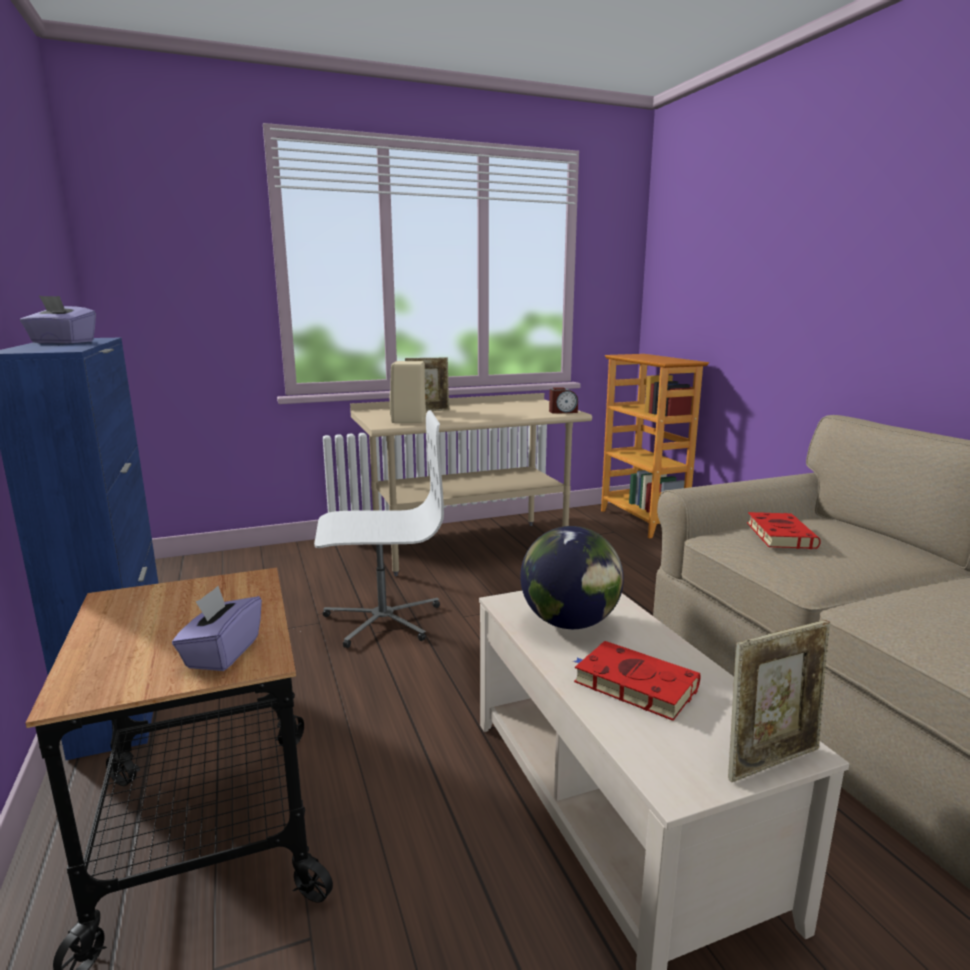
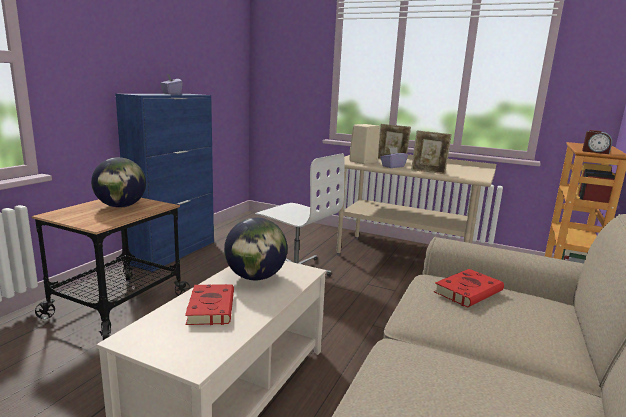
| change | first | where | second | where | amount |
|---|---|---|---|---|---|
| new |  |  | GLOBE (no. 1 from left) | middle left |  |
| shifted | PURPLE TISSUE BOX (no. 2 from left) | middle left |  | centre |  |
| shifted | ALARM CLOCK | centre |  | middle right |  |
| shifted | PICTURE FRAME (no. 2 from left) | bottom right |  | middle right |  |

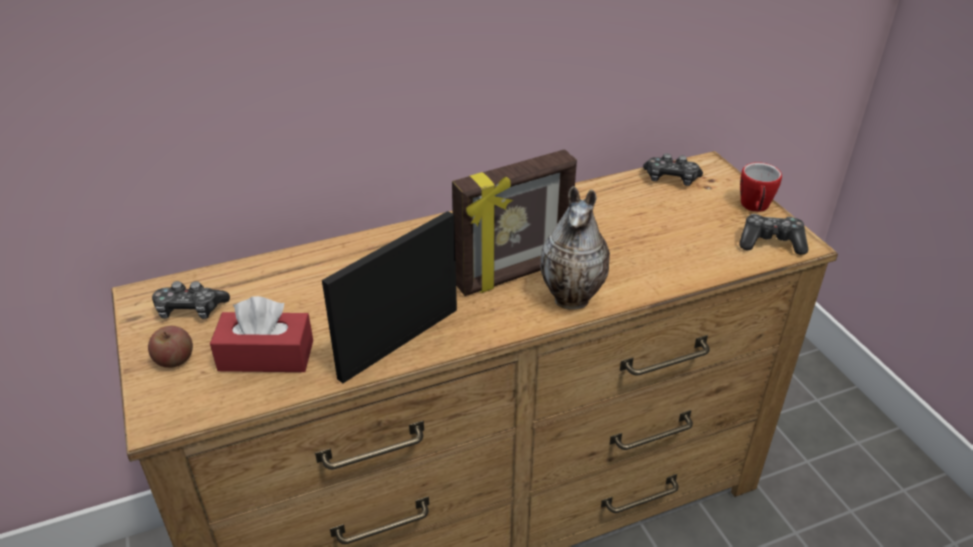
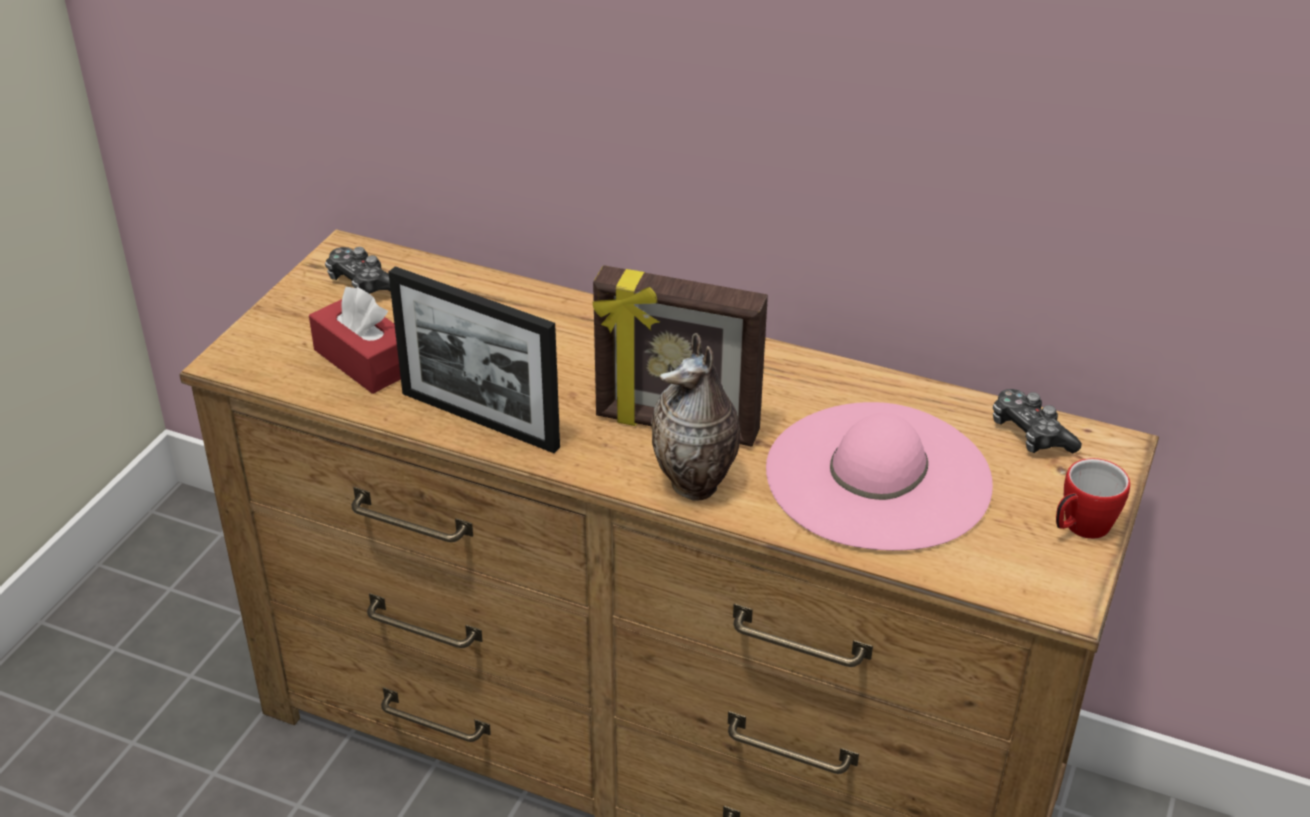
| change | first | where | second | where | amount |
|---|---|---|---|---|---|
| gone | APPLE | middle left |  |  |  |
| gone | GAME CONTROLLER (no. 3 from left) | middle right |  |  |  |
| new |  |  | PINK HAT | middle right |  |
| rotated | PICTURE FRAME (no. 1 from left) | centre |  | centre | 150 degrees counterclockwise |

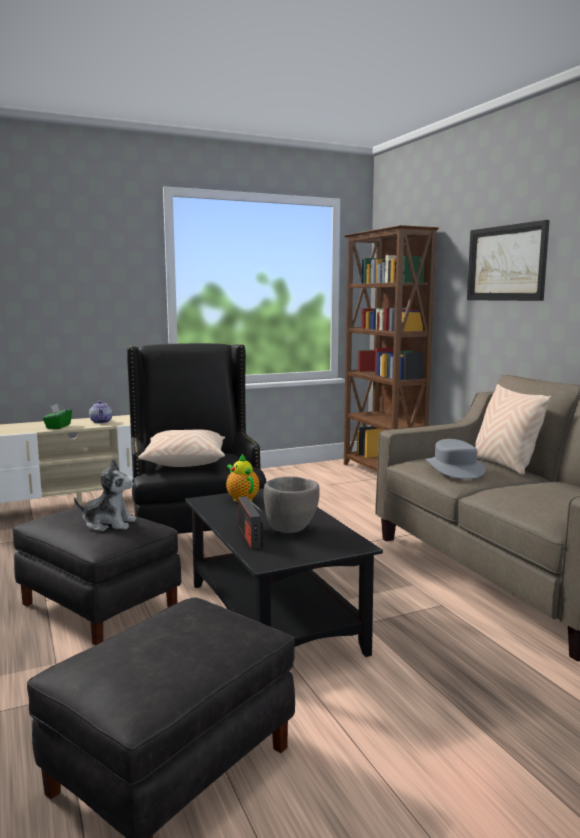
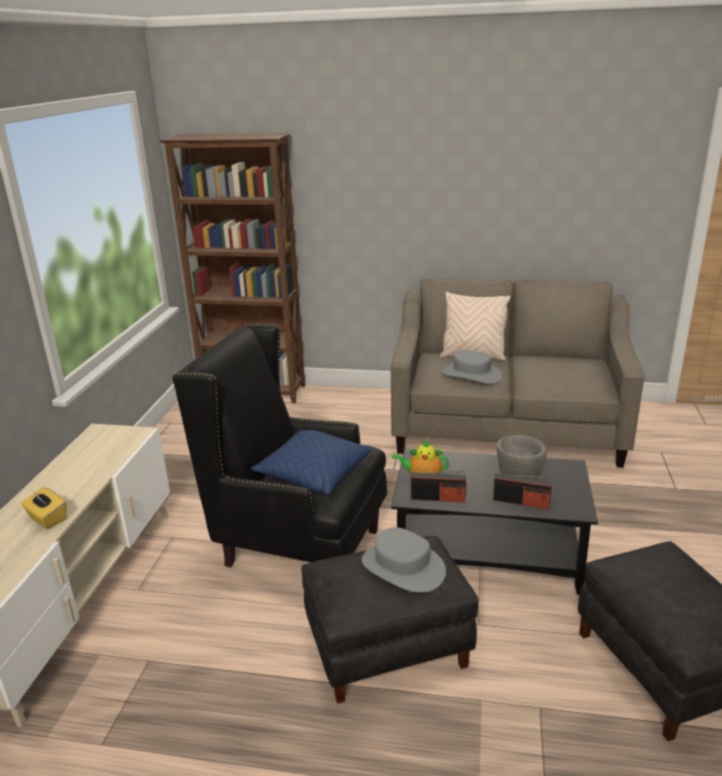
| change | first | where | second | where | amount |
|---|---|---|---|---|---|
| gone | TEAPOT (no. 1 from left) | middle left |  |  |  |
| gone | PICTURE | top right |  |  |  |
| new |  |  | RADIO (no. 1 from left) | centre |  |
| swapped | PLUSH TOY | middle left | GREY HAT (no. 1 from left) | bottom centre |  |
| repainted | GREEN TISSUE BOX | middle left | YELLOW TISSUE BOX | middle left |  |
| repainted | BEIGE PILLOW (no. 1 from left) | middle left | BLUE PILLOW | centre |  |

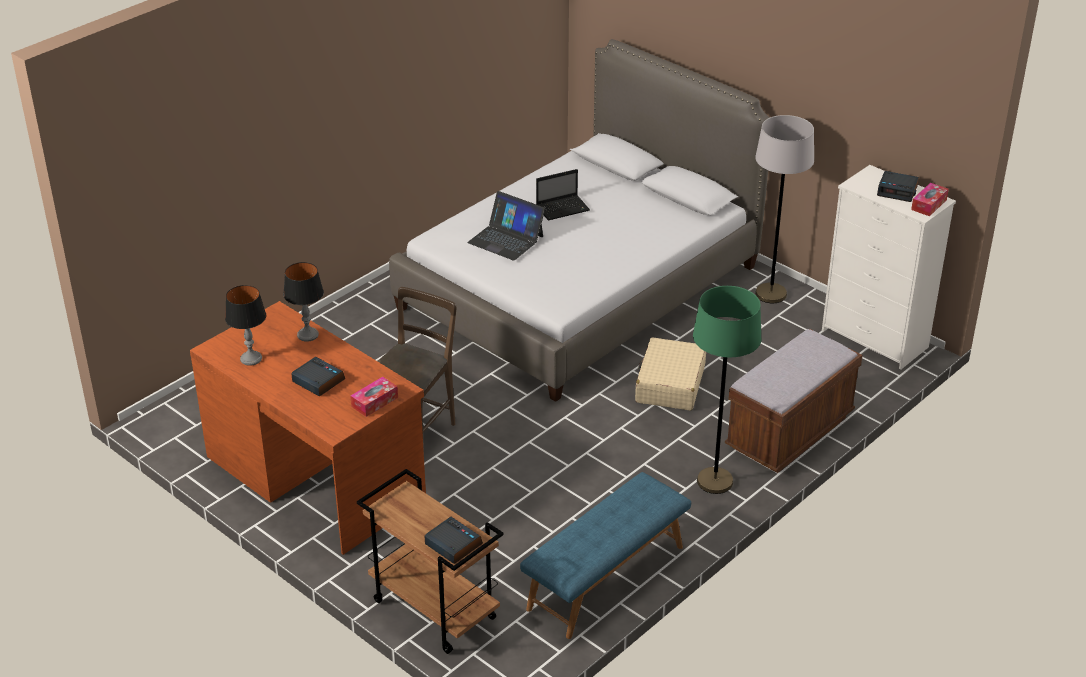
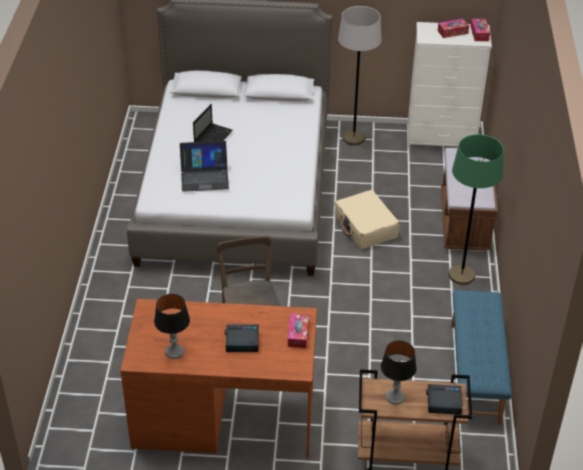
| change | first | where | second | where | amount |
|---|---|---|---|---|---|
| shifted | TABLE LAMP (no. 2 from left) | middle left |  | bottom right |  |
| swapped | ALARM CLOCK (no. 3 from left) | top right | TISSUE BOX (no. 2 from left) | top right |  |

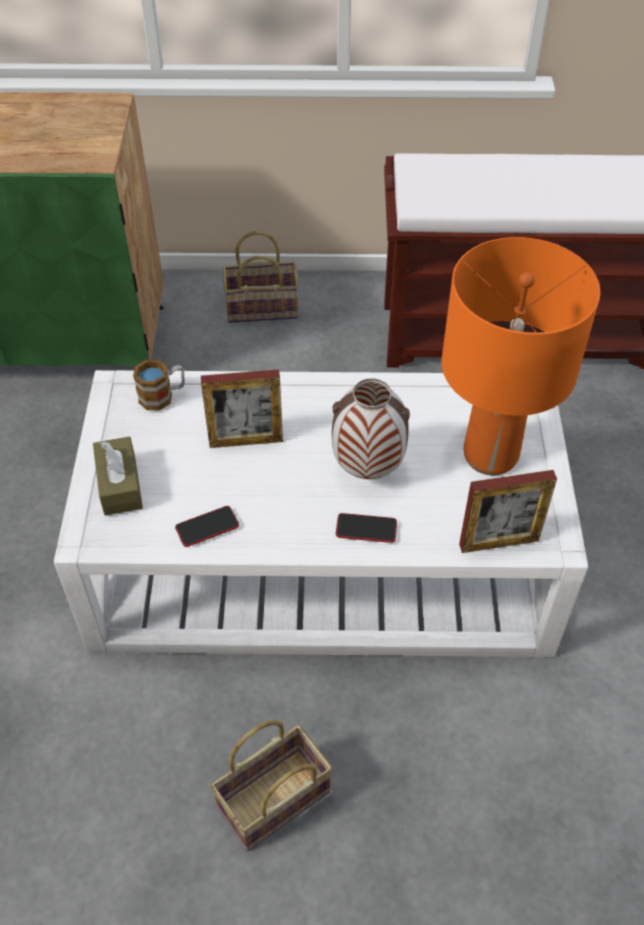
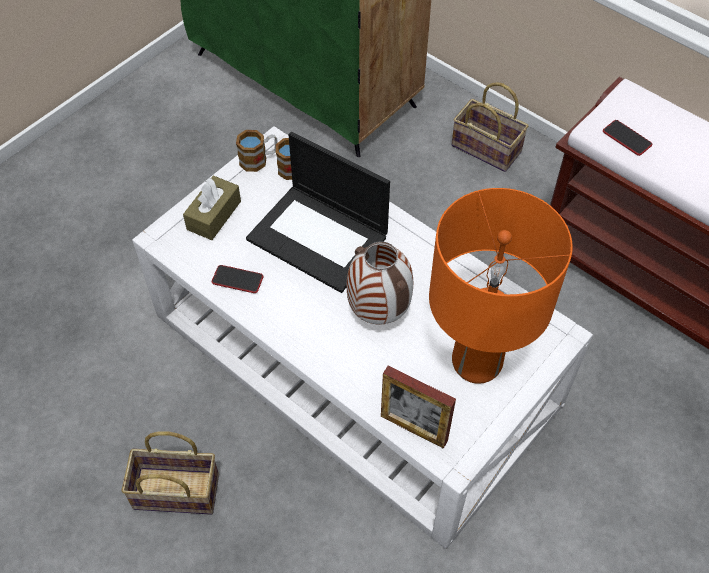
| change | first | where | second | where | amount |
|---|---|---|---|---|---|
| new |  |  | MUG (no. 1 from left) | top centre |  |
| shifted | PHONE (no. 2 from left) | centre |  | top right |  |
| swapped | PICTURE FRAME (no. 1 from left) | centre | LAPTOP | centre |  |

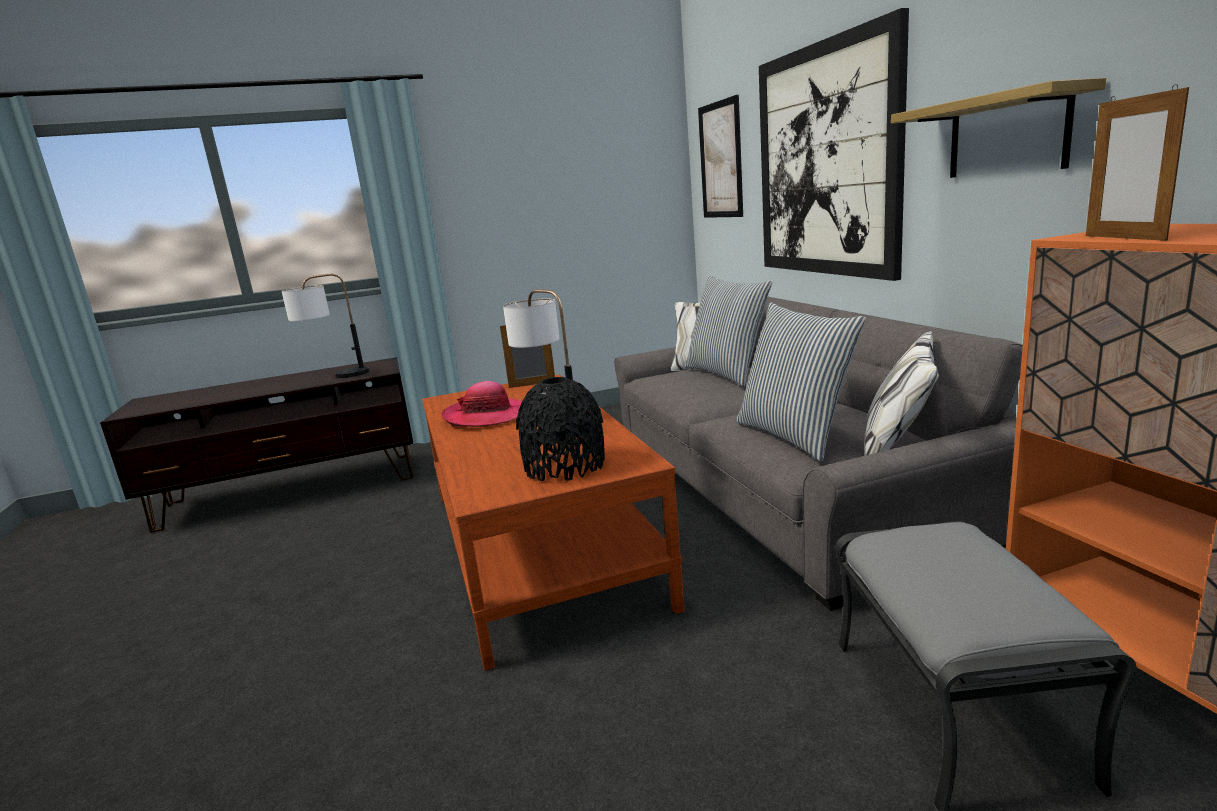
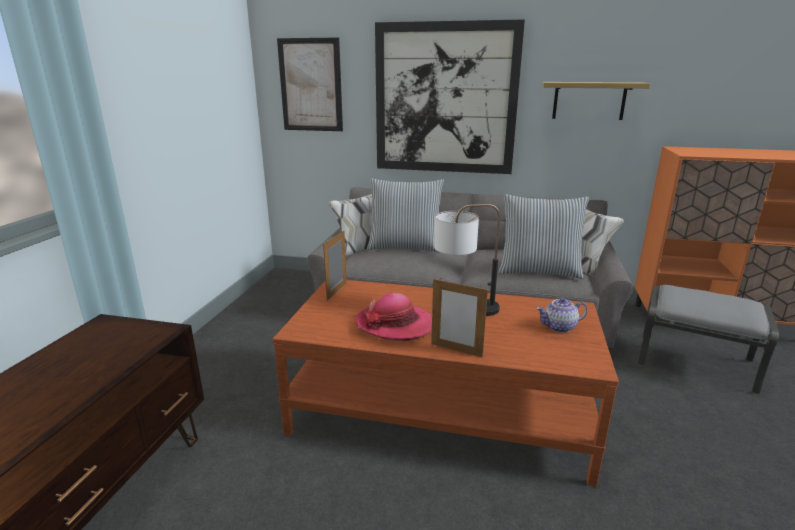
| change | first | where | second | where | amount |
|---|---|---|---|---|---|
| gone | TABLE LAMP (no. 1 from left) | middle left |  |  |  |
| shifted | PICTURE FRAME (no. 2 from left) | top right |  | centre |  |
| swapped | BLACK VASE | centre | TEAPOT | middle right |  |

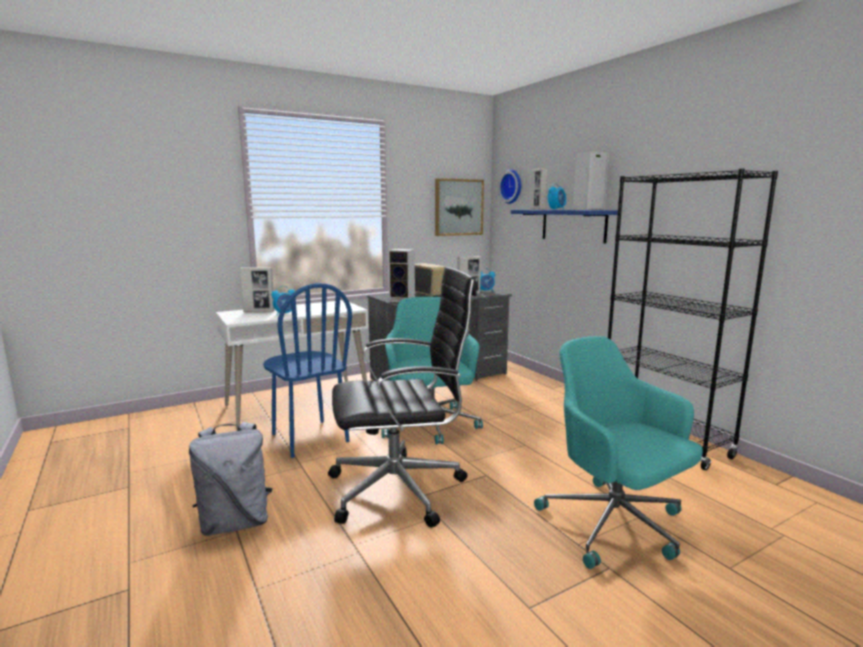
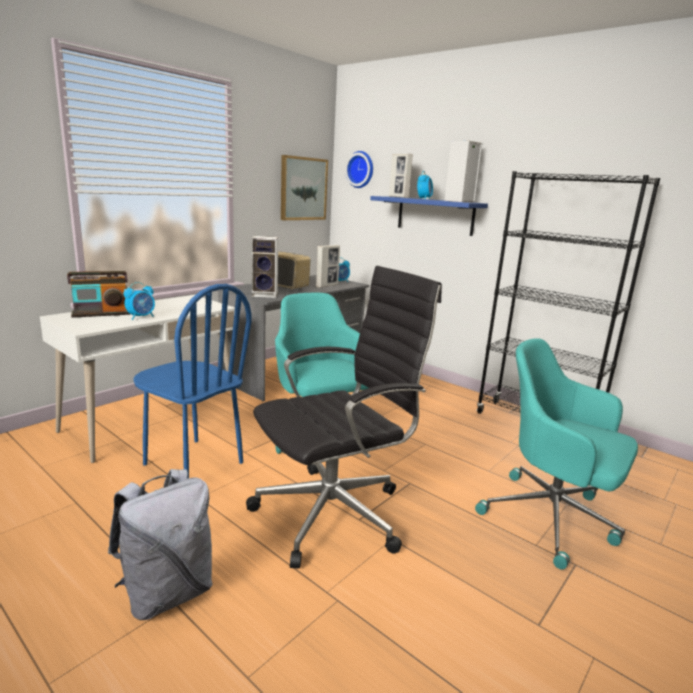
| change | first | where | second | where | amount |
|---|---|---|---|---|---|
| swapped | PICTURE FRAME (no. 1 from left) | middle left | RADIO (no. 1 from left) | middle left |  |

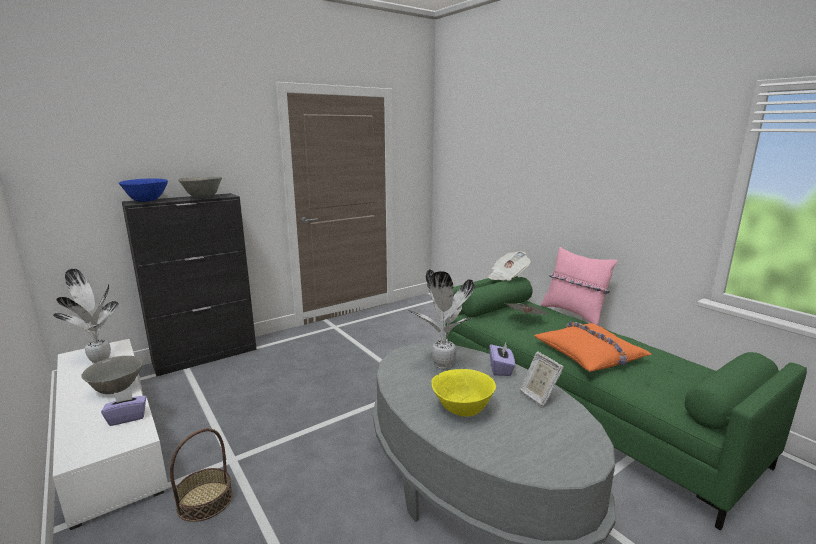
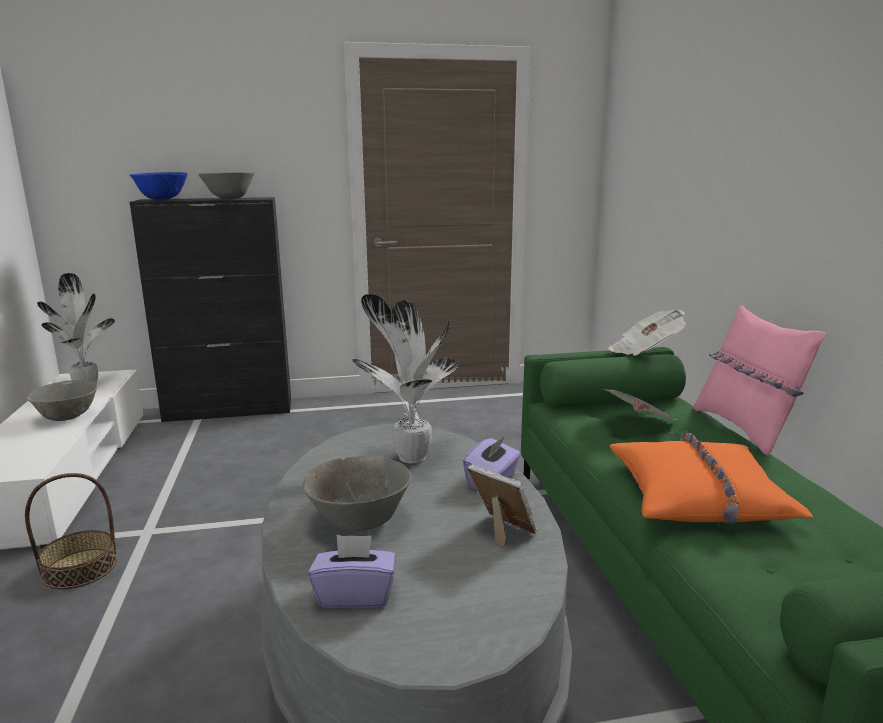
| change | first | where | second | where | amount |
|---|---|---|---|---|---|
| shifted | PURPLE TISSUE BOX (no. 1 from left) | bottom left |  | bottom centre |  |
| repainted | YELLOW BOWL | bottom centre | GREY BOWL (no. 3 from left) | bottom centre |  |
| rotated | PICTURE FRAME | bottom centre |  | bottom centre | 135 degrees clockwise |

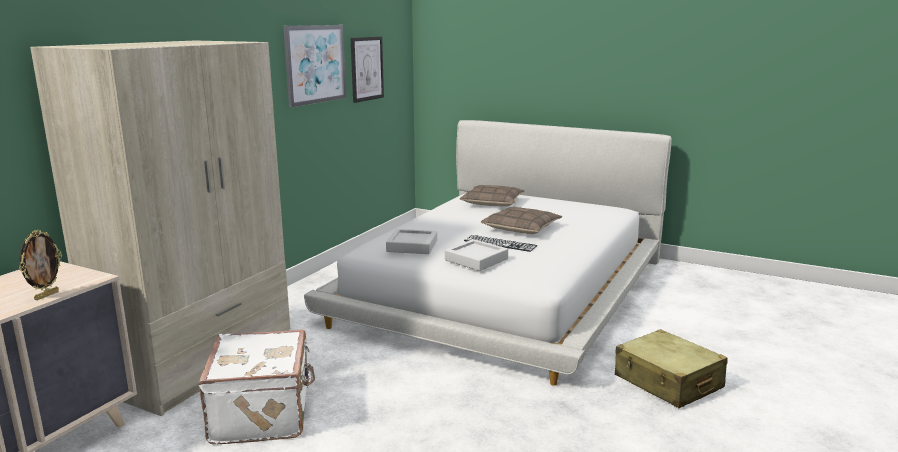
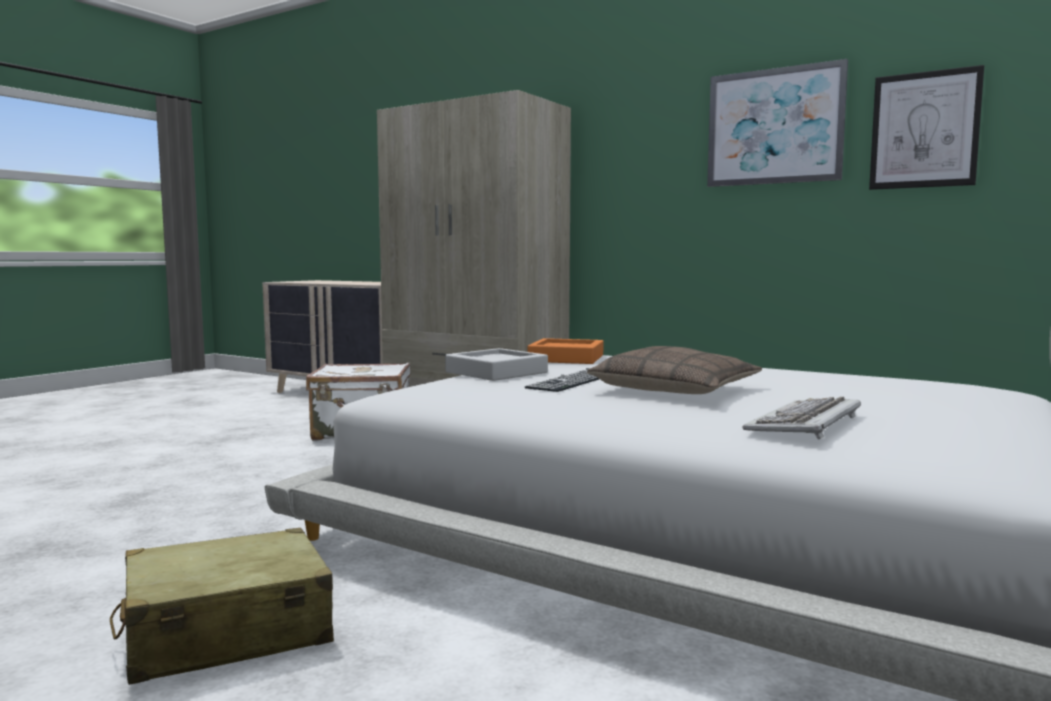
| change | first | where | second | where | amount |
|---|---|---|---|---|---|
| gone | PICTURE FRAME | middle left |  |  |  |
| gone | PILLOW (no. 1 from left) | centre |  |  |  |
| new |  |  | KEYBOARD (no. 2 from left) | middle right |  |
| repainted | GREY TRAY (no. 1 from left) | centre | ORANGE TRAY | centre |  |

